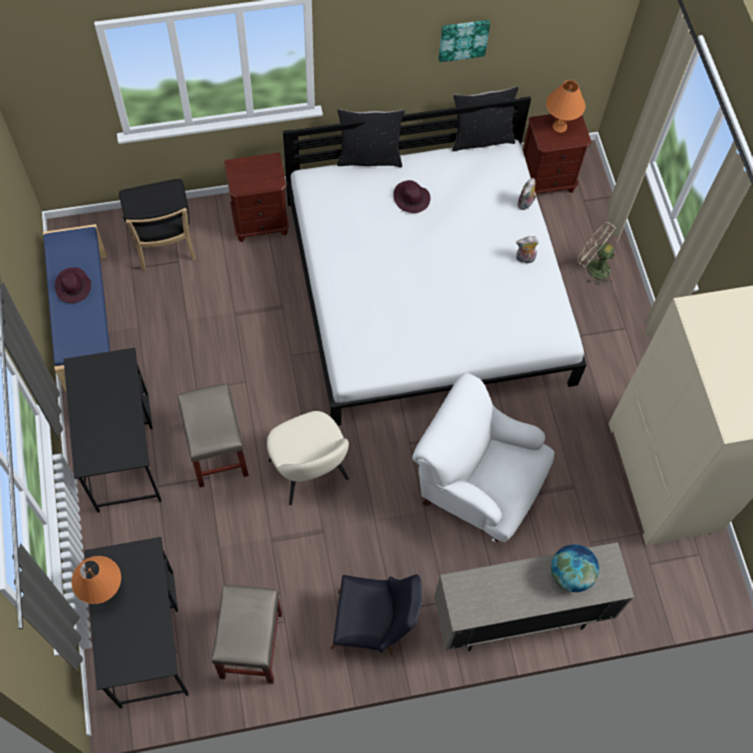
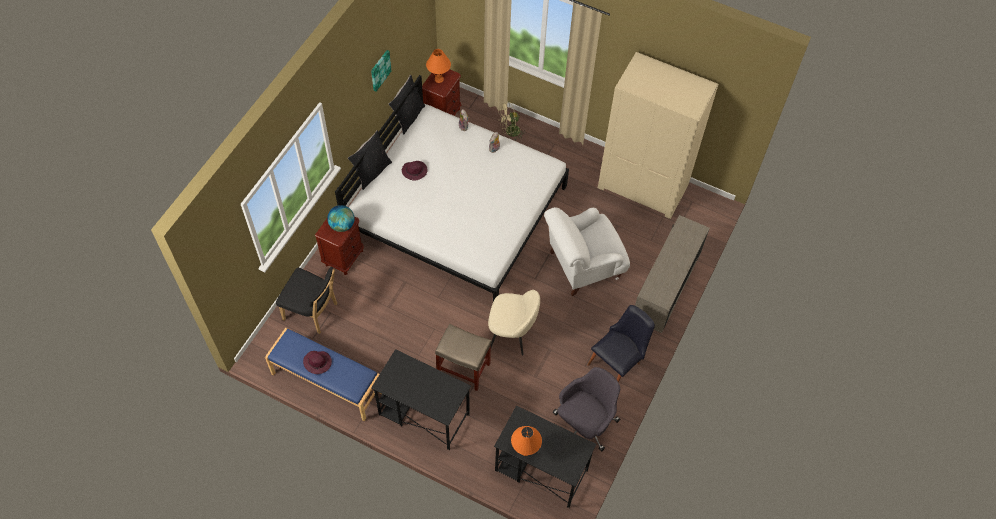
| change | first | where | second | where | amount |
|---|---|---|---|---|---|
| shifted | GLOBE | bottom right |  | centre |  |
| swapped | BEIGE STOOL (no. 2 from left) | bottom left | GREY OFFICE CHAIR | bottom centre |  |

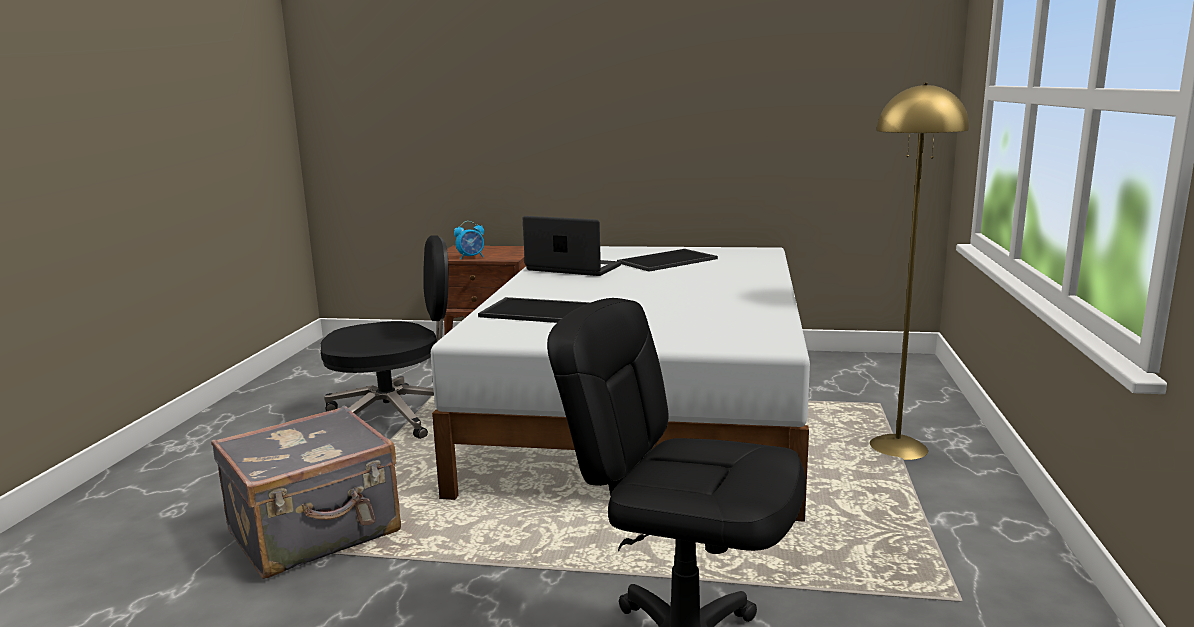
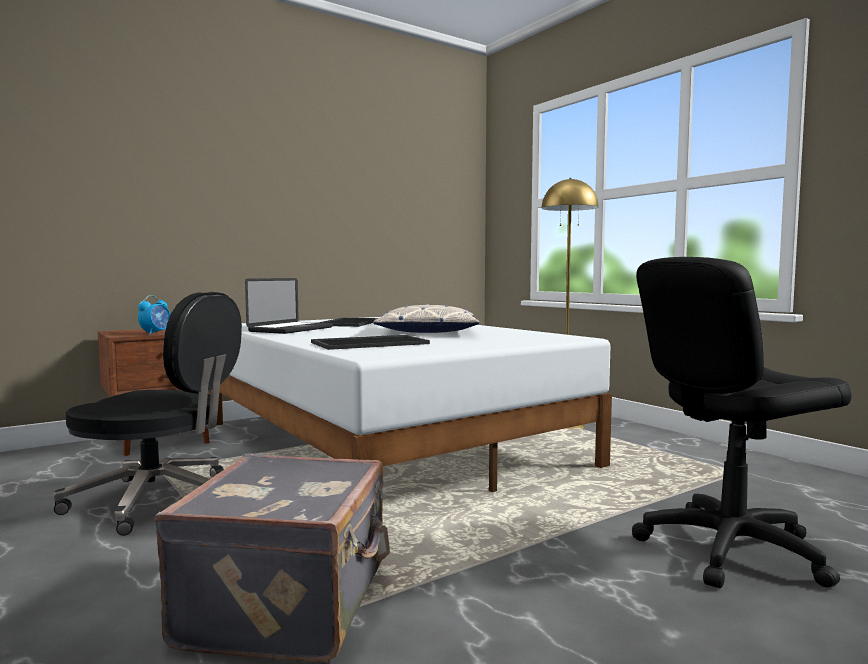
| change | first | where | second | where | amount |
|---|---|---|---|---|---|
| new |  |  | PILLOW | centre |  |
| rotated | BLACK OFFICE CHAIR (no. 1 from left) | middle left |  | middle left | 75 degrees clockwise |
| rotated | LAPTOP | centre |  | middle left | 135 degrees clockwise |

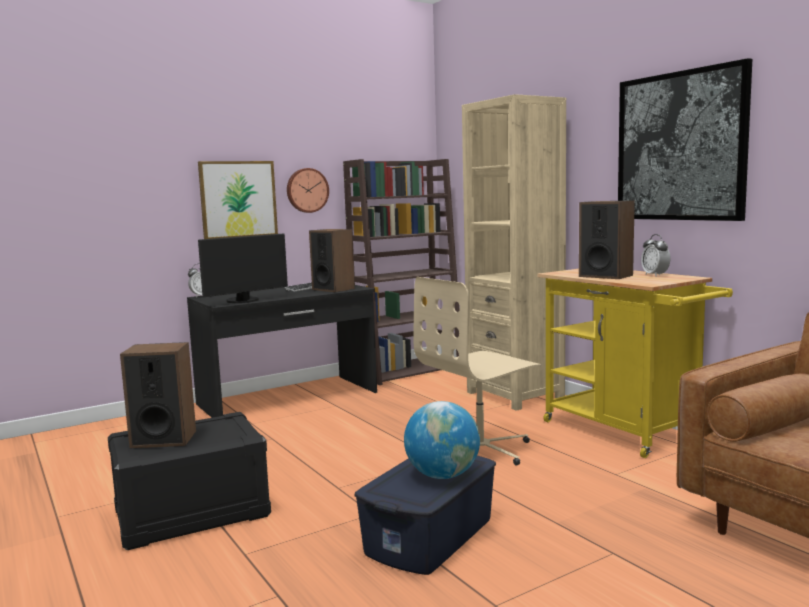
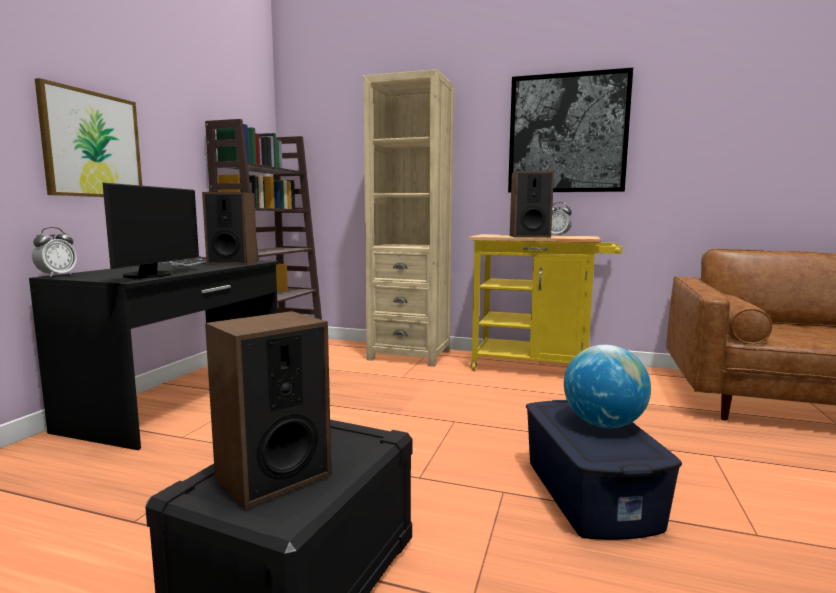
| change | first | where | second | where | amount |
|---|---|---|---|---|---|
| gone | WALL CLOCK | top centre |  |  |  |
| gone | BEIGE OFFICE CHAIR | centre |  |  |  |

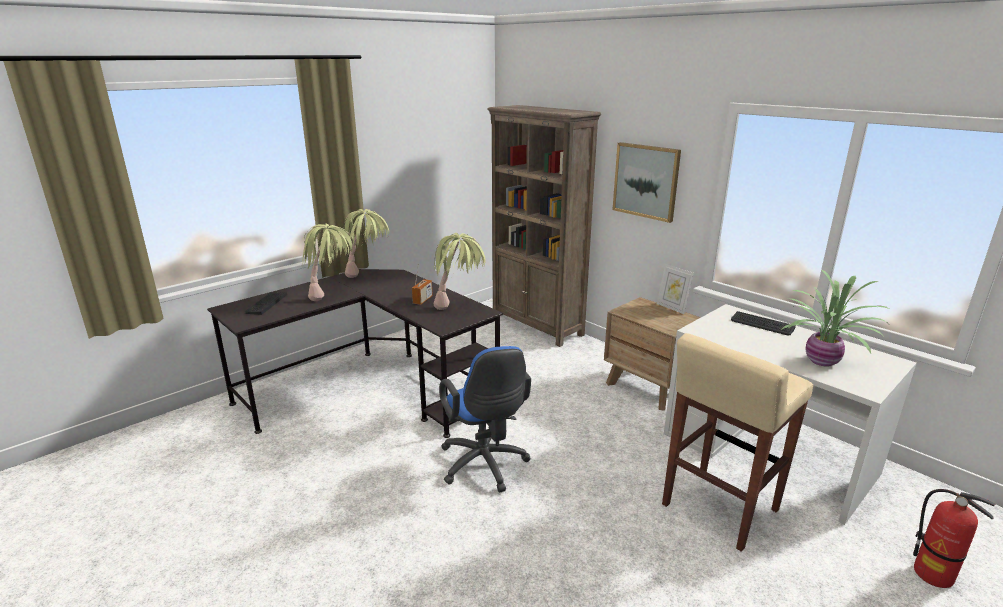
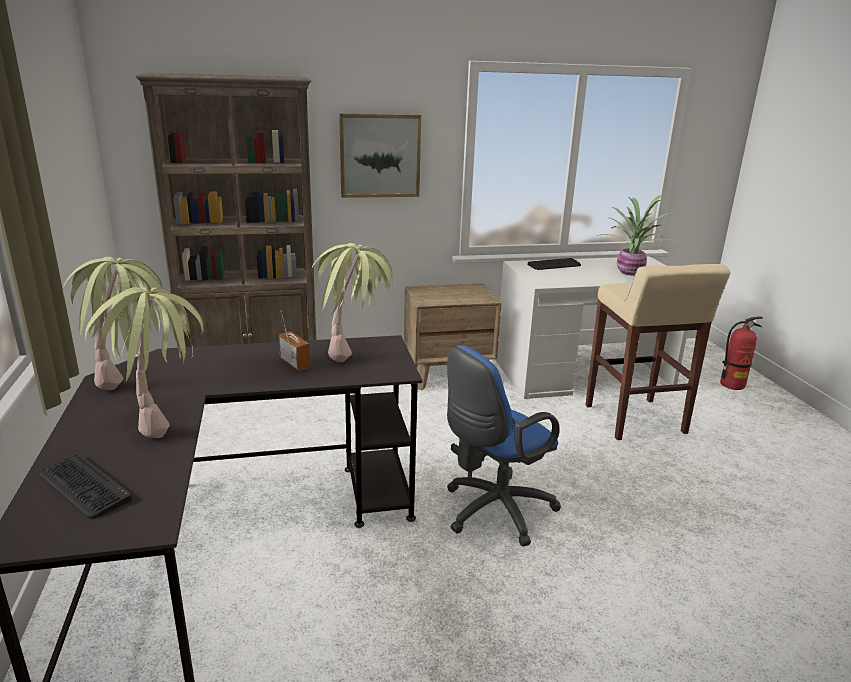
| change | first | where | second | where | amount |
|---|---|---|---|---|---|
| gone | PICTURE FRAME | middle right |  |  |  |
| rotated | BLUE OFFICE CHAIR | bottom centre |  | centre | 135 degrees clockwise |

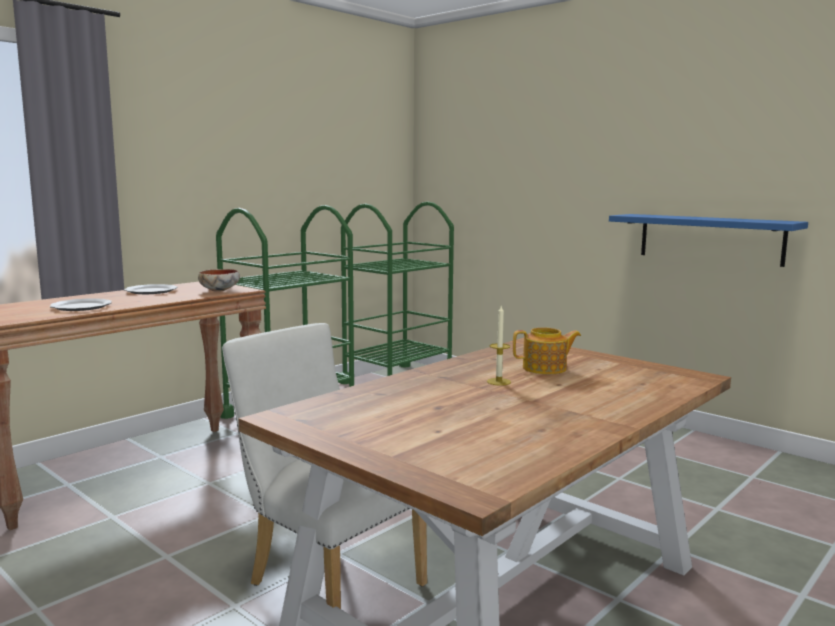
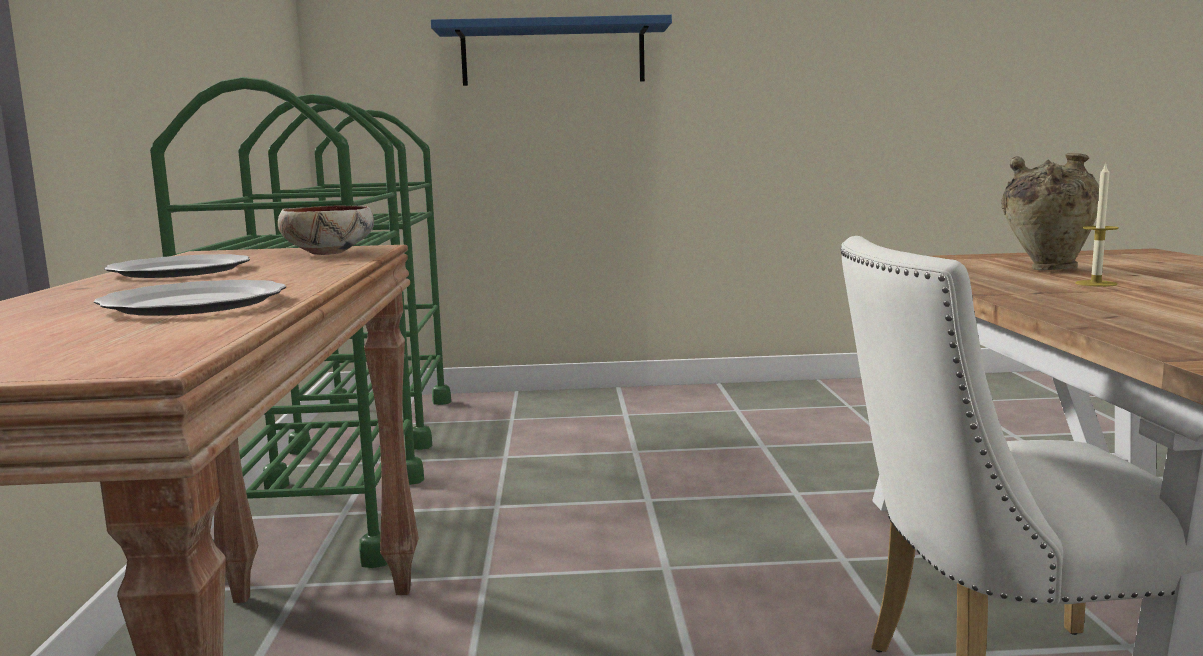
| change | first | where | second | where | amount |
|---|---|---|---|---|---|
| shifted | BLUE SHELF | middle right |  | top centre |  |
| swapped | TEAPOT | centre | BEIGE VASE | top right |  |

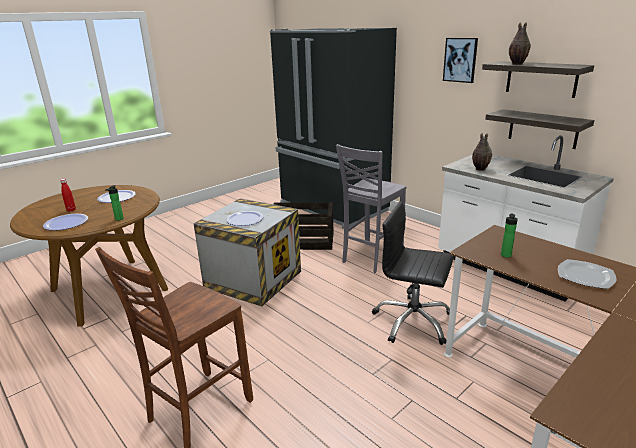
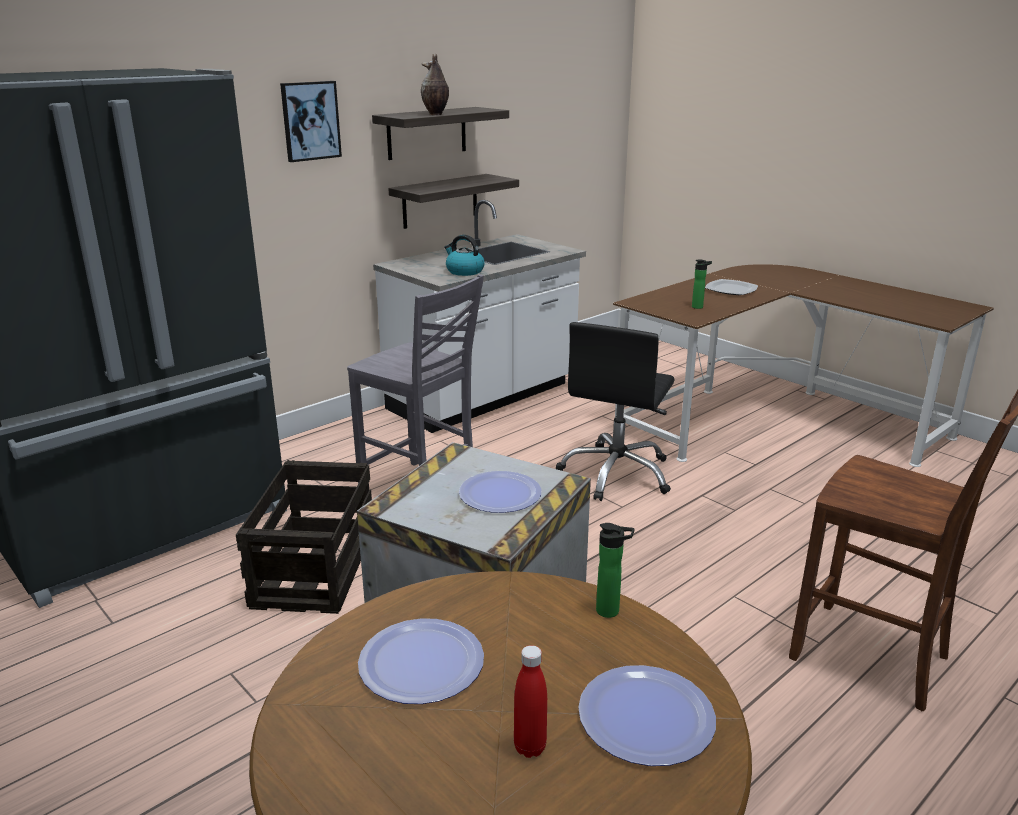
| change | first | where | second | where | amount |
|---|---|---|---|---|---|
| swapped | VASE (no. 1 from left) | middle right | KETTLE | top centre |  |

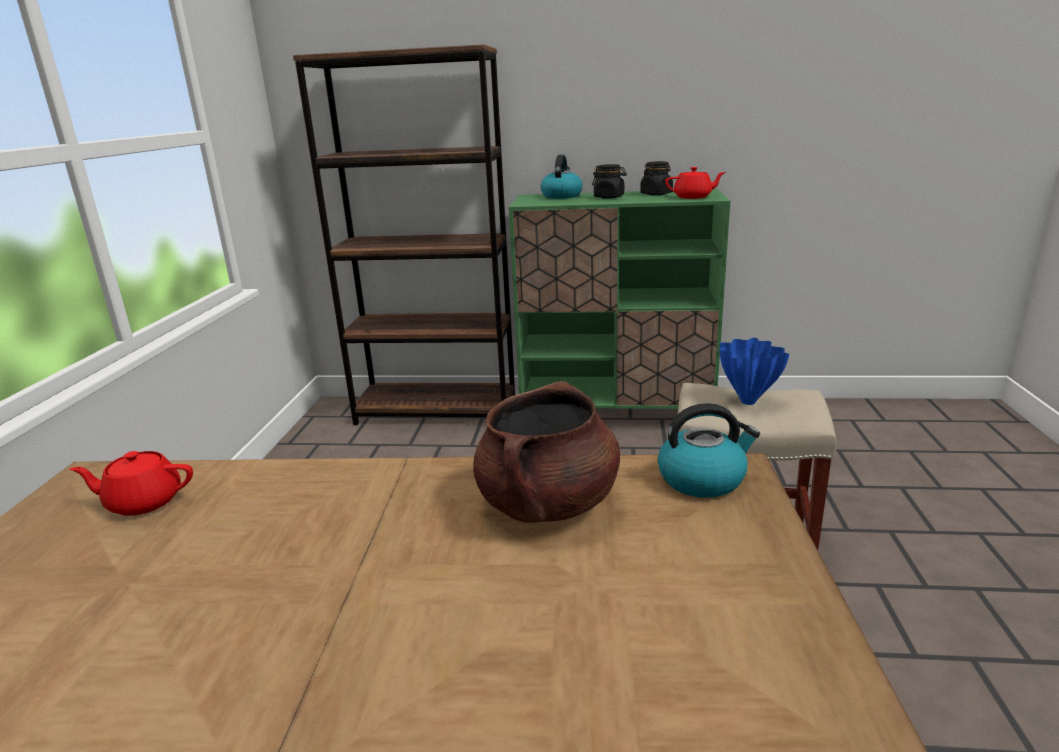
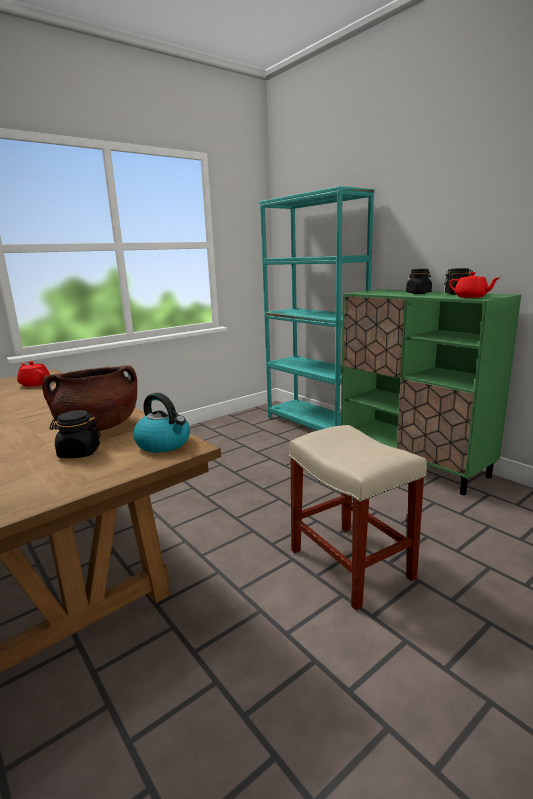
| change | first | where | second | where | amount |
|---|---|---|---|---|---|
| gone | KETTLE (no. 1 from left) | top centre |  |  |  |
| gone | BLUE VASE | middle right |  |  |  |
| new |  |  | BLACK JAR (no. 1 from left) | middle left |  |
| repainted | BROWN BOOKCASE | top centre | TURQUOISE BOOKCASE | centre |  |

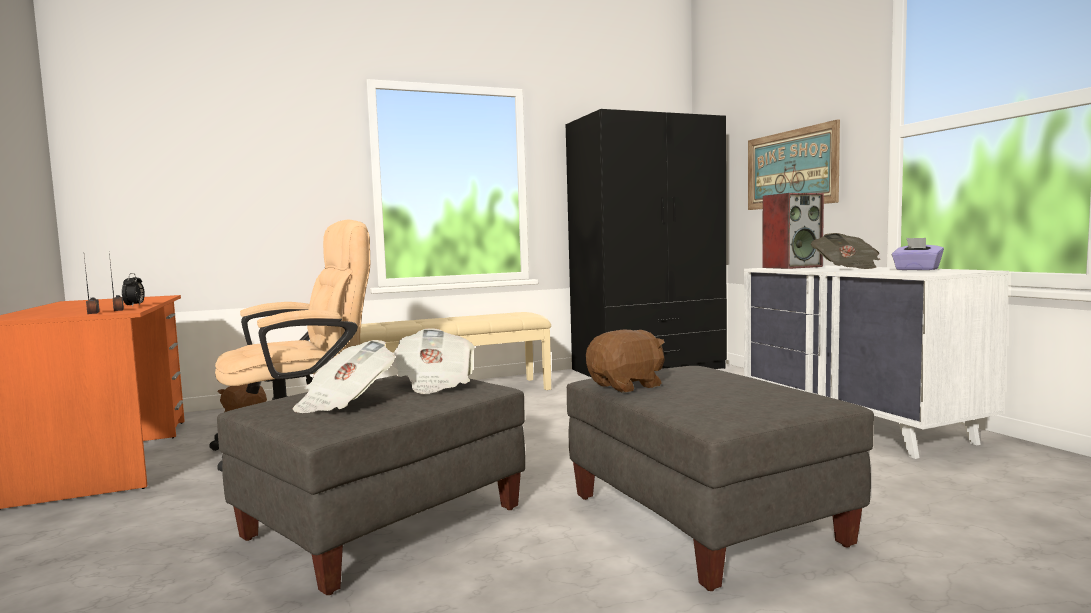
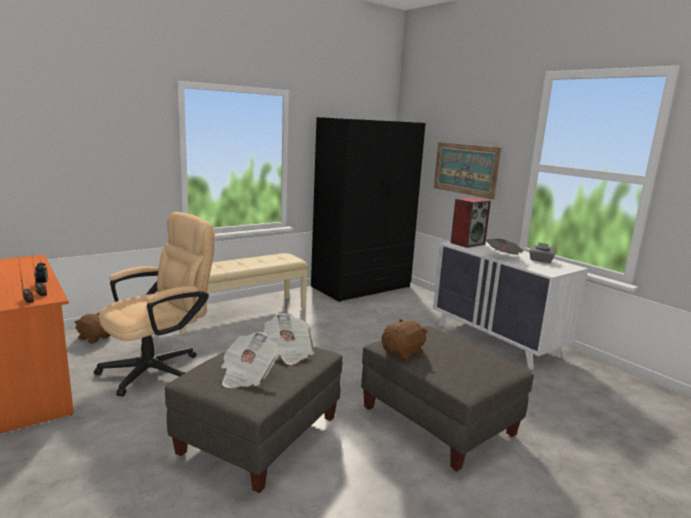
| change | first | where | second | where | amount |
|---|---|---|---|---|---|
| repainted | PURPLE TISSUE BOX | middle right | GREY TISSUE BOX | middle right |  |

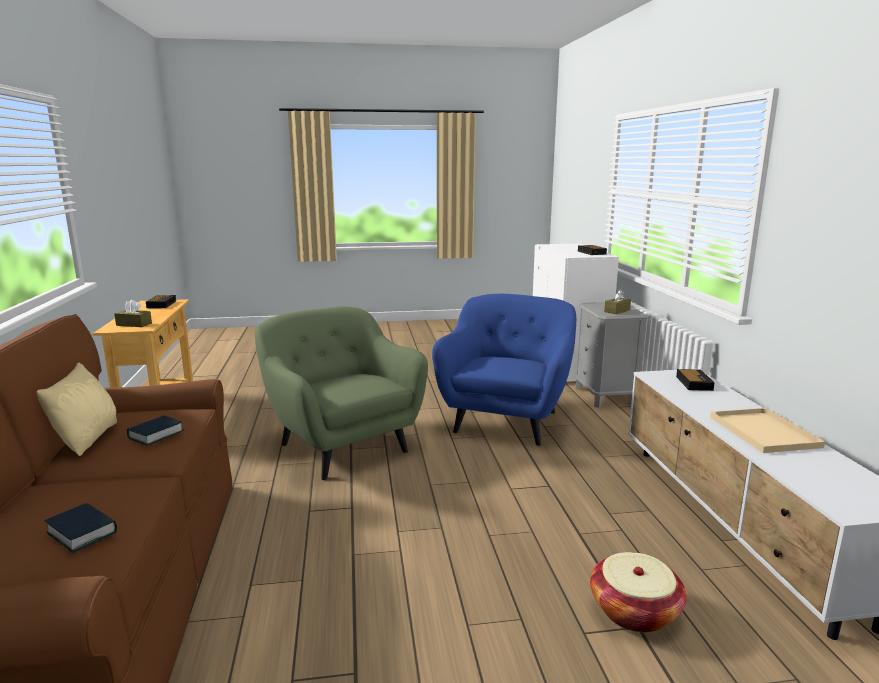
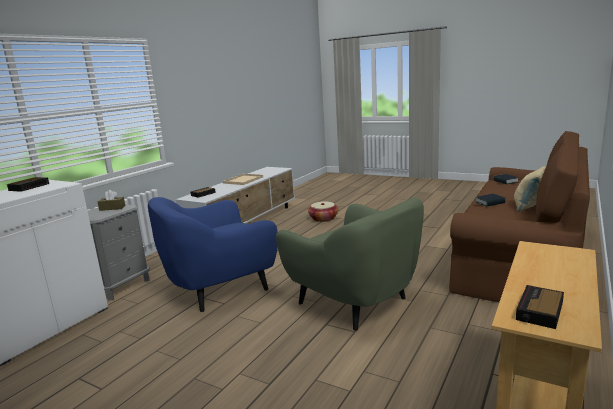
| change | first | where | second | where | amount |
|---|---|---|---|---|---|
| gone | BROWN TISSUE BOX (no. 1 from left) | middle left |  |  |  |
| rotated | GREEN ARMCHAIR | centre |  | centre | 45 degrees counterclockwise |

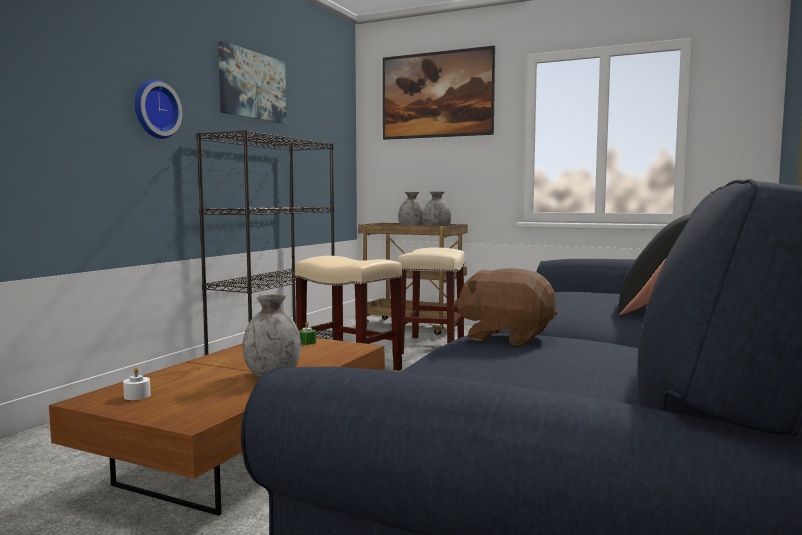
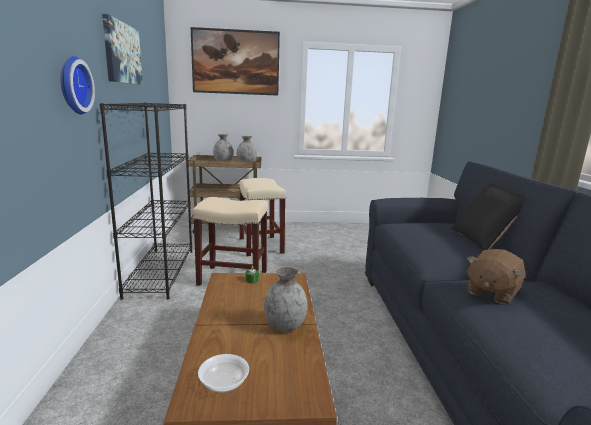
| change | first | where | second | where | amount |
|---|---|---|---|---|---|
| swapped | WHITE CANDLE | bottom left | BOWL | bottom centre |  |
| rotated | BROWN PLUSH TOY | centre |  | middle right | 45 degrees counterclockwise |

